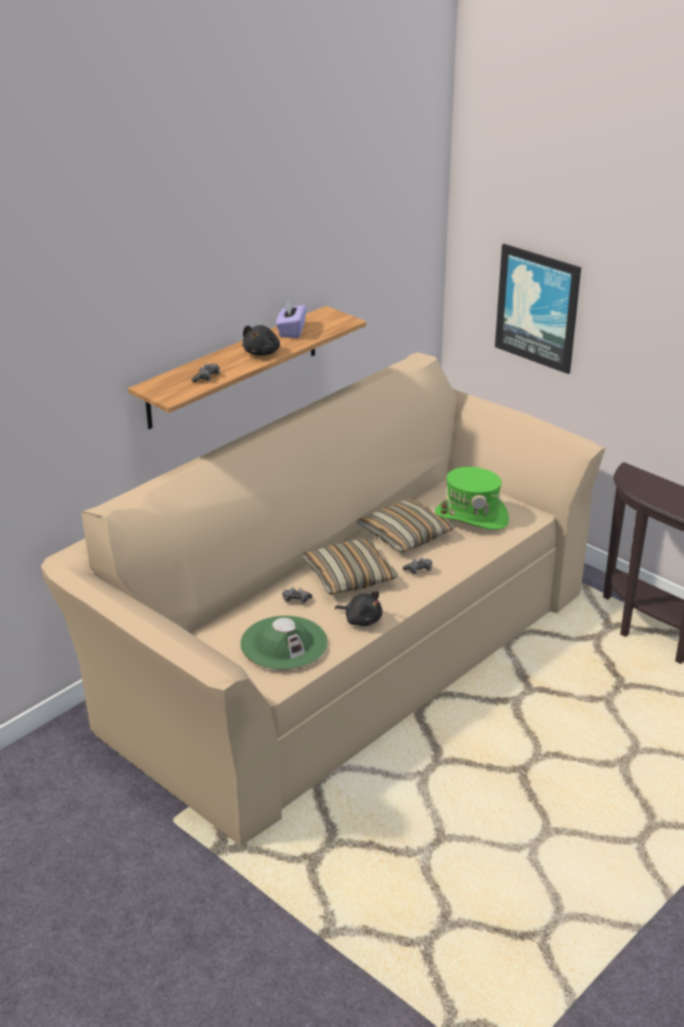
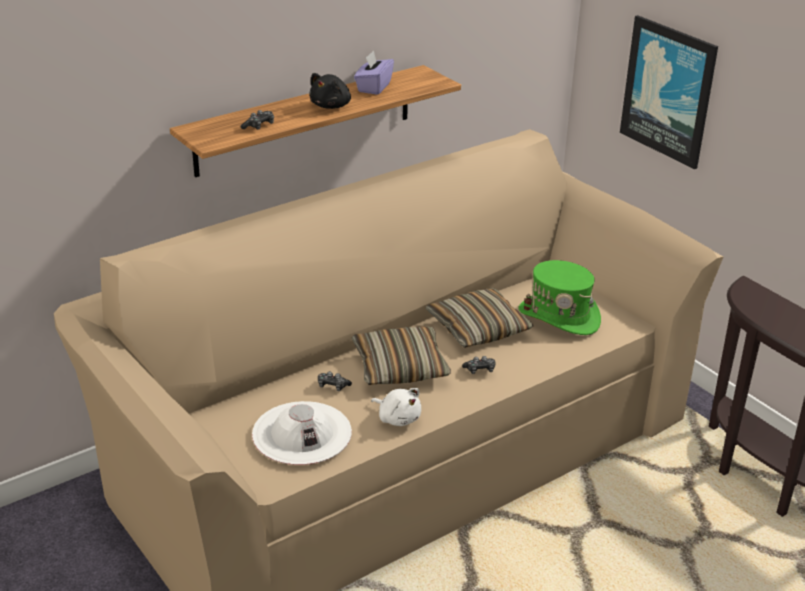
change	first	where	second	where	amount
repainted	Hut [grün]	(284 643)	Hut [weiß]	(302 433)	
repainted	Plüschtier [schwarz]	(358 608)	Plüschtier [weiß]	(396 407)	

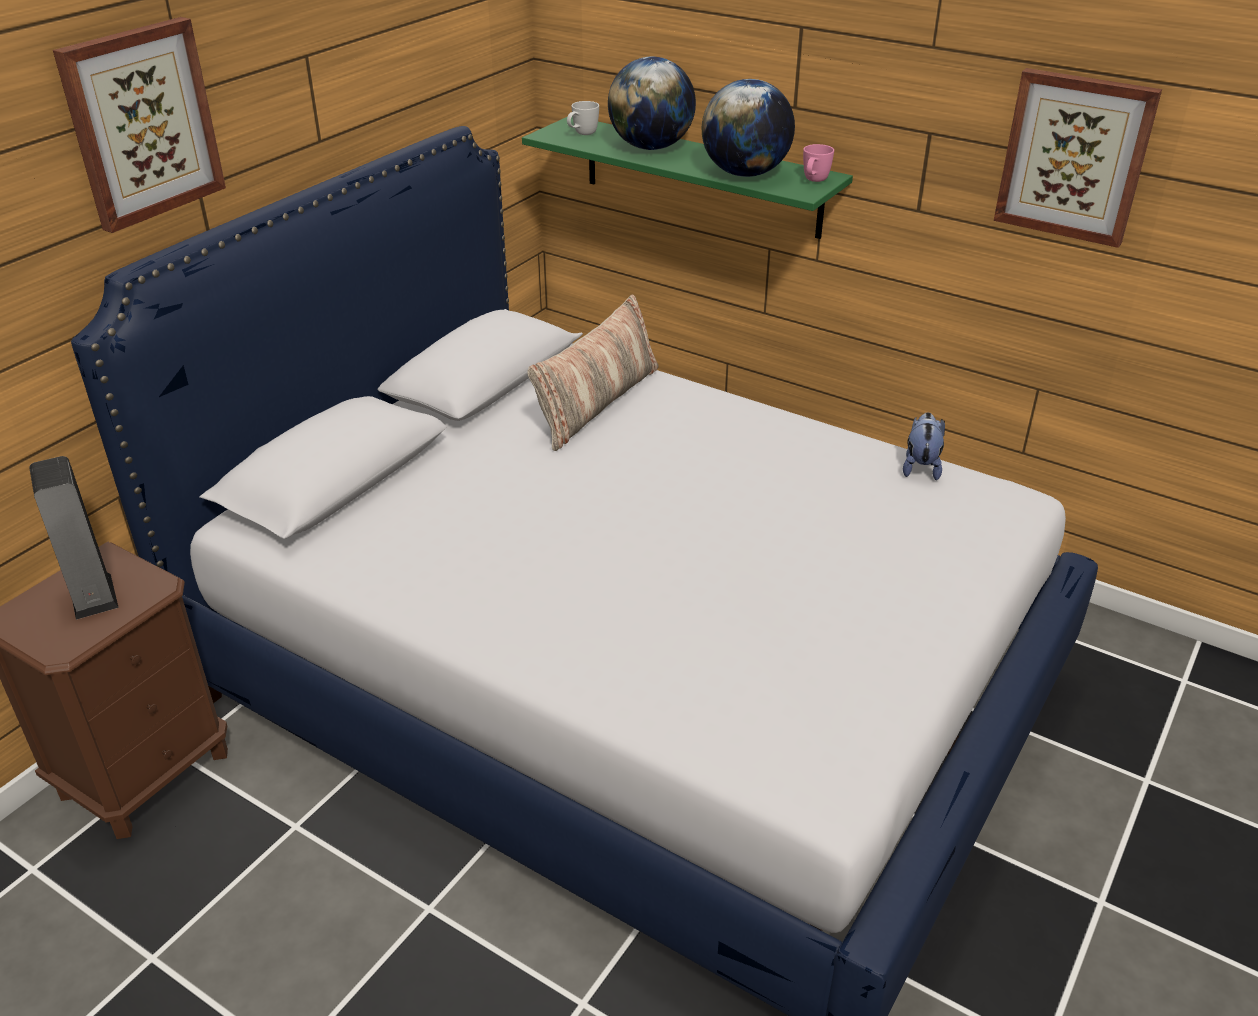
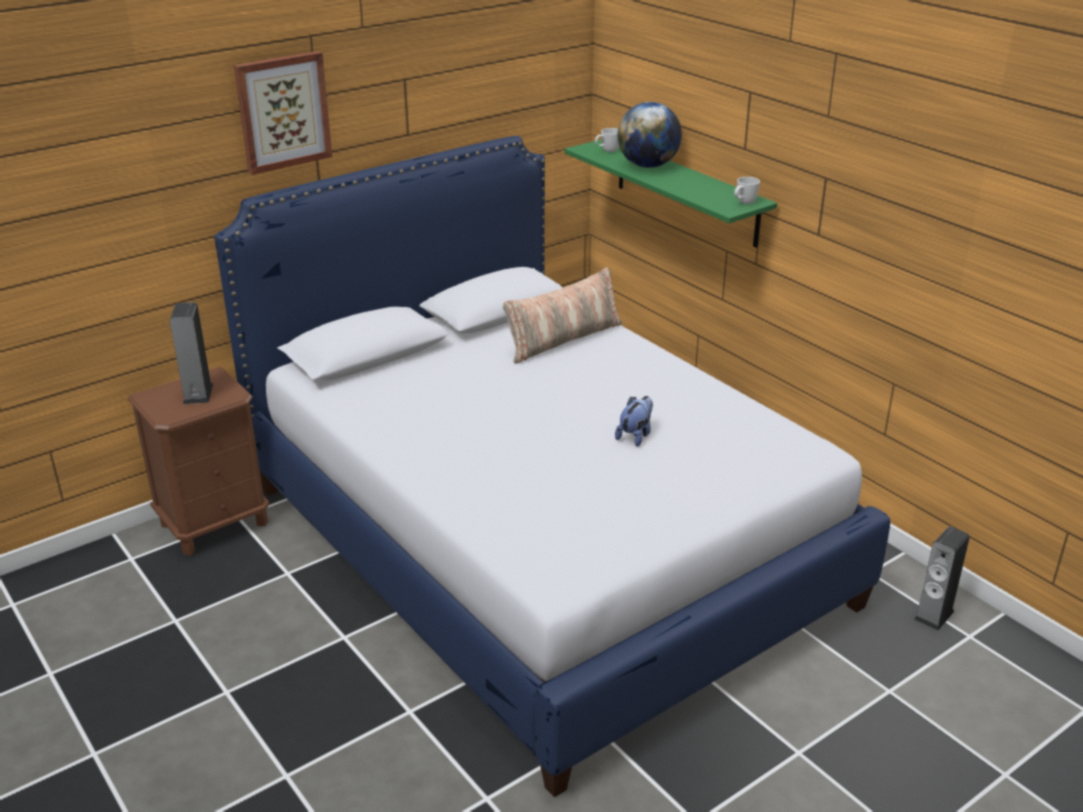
change	first	where	second	where	amount
gone	Globus	(748 128)			
gone	Bild	(1078 158)			
new			Lautsprecher	(942 578)	
shifted	Plüschtier	(924 446)		(634 421)	
repainted	Henkelbecher [rosa]	(818 163)	Henkelbecher [weiß]	(747 190)	

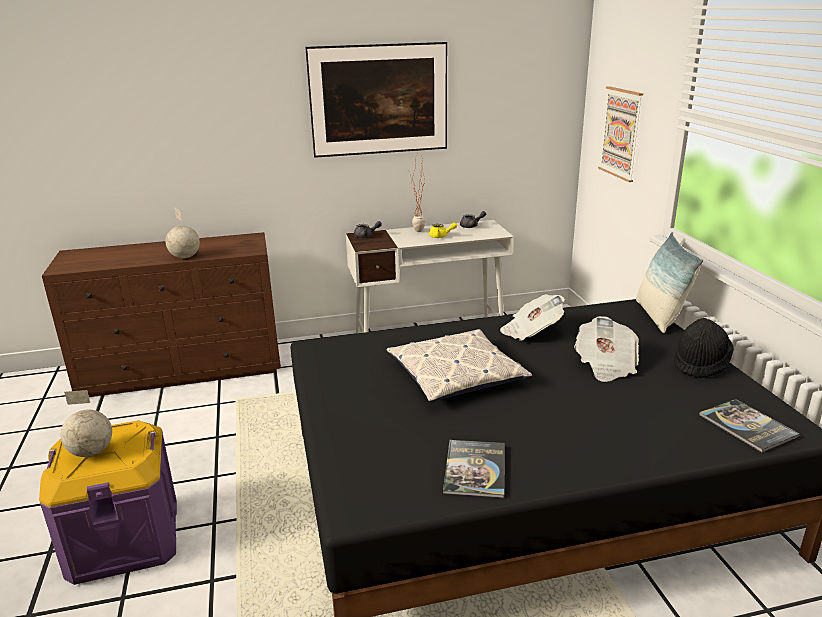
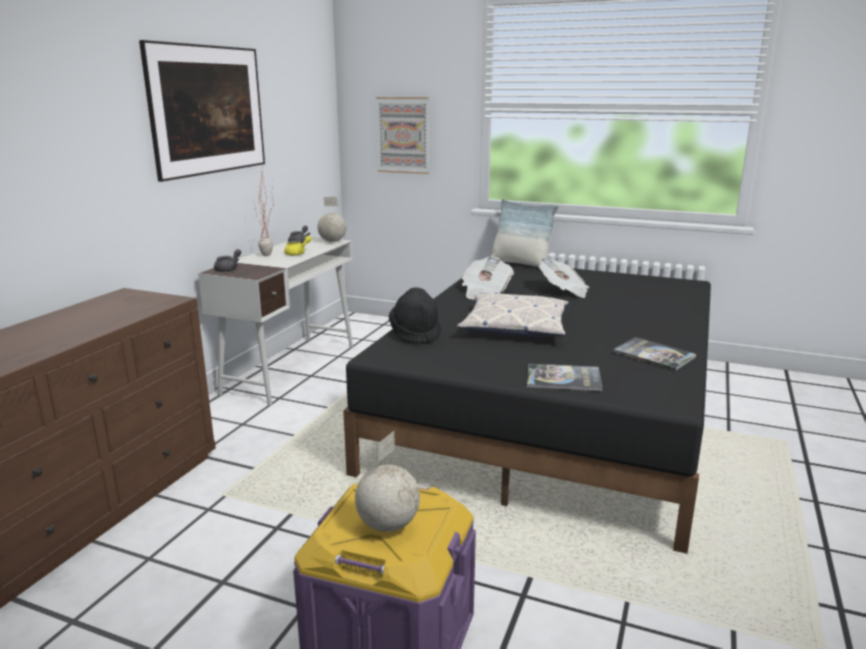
change	first	where	second	where	amount
shifted	Globus	(182 232)		(332 219)	
shifted	Hut [schwarz]	(704 348)		(415 315)	
shifted	Buch	(749 426)		(565 377)	

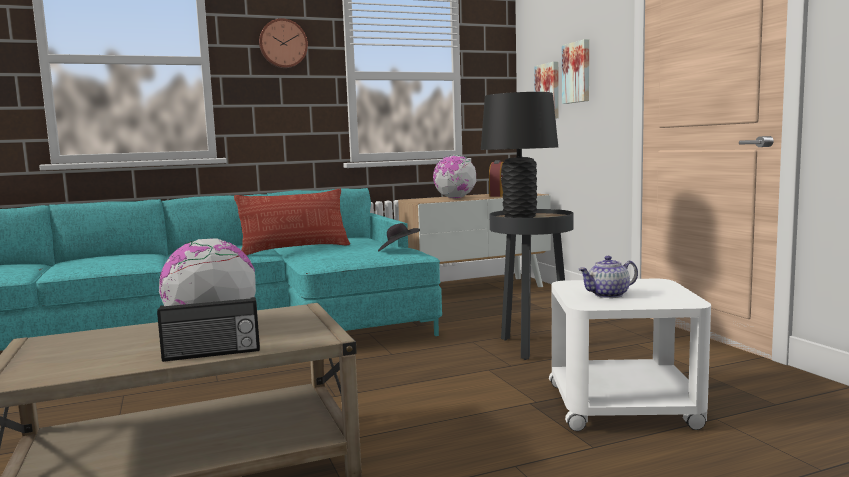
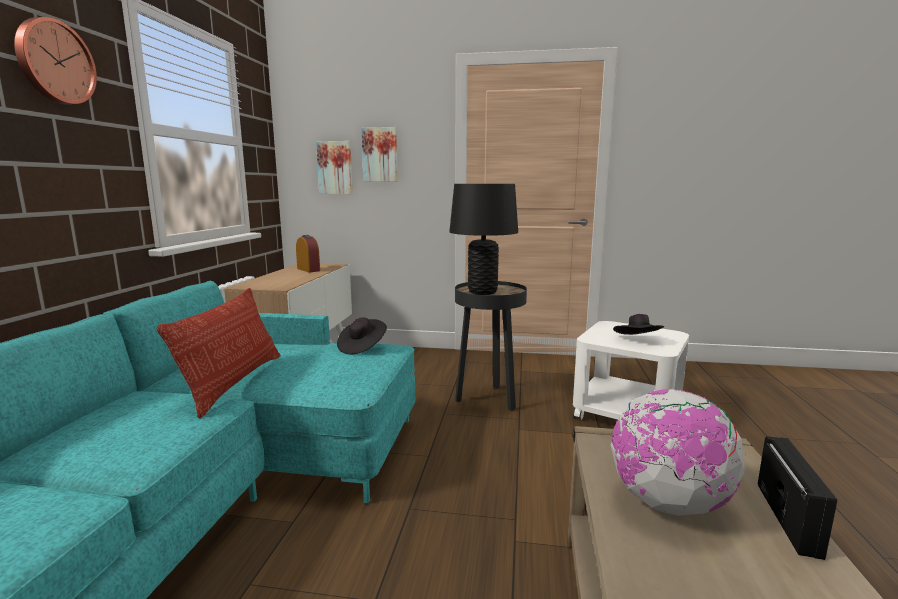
change	first	where	second	where	amount
gone	Globus	(454 176)			
swapped	Teekanne	(608 277)	Hut [schwarz]	(638 324)	

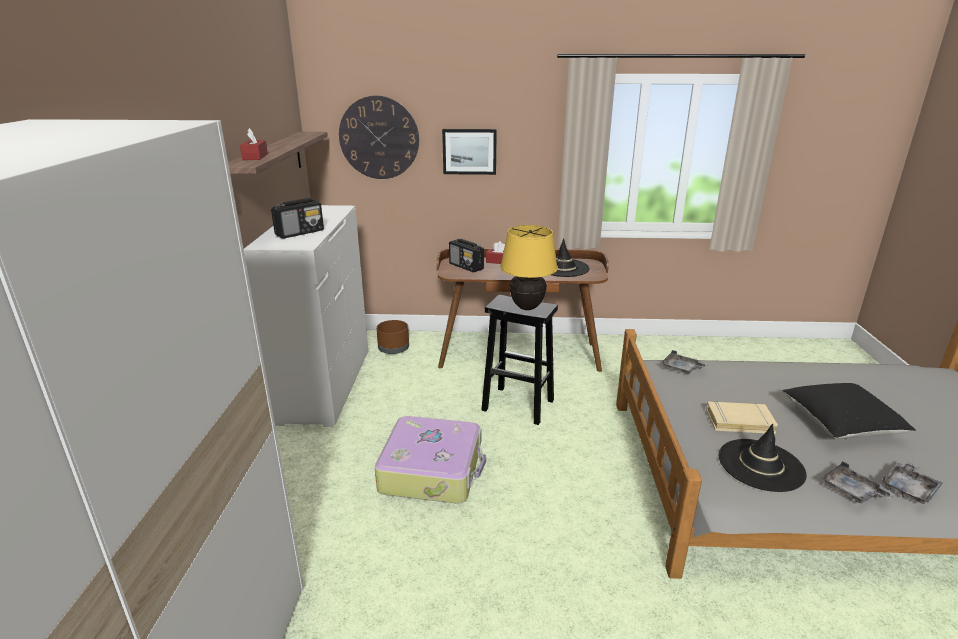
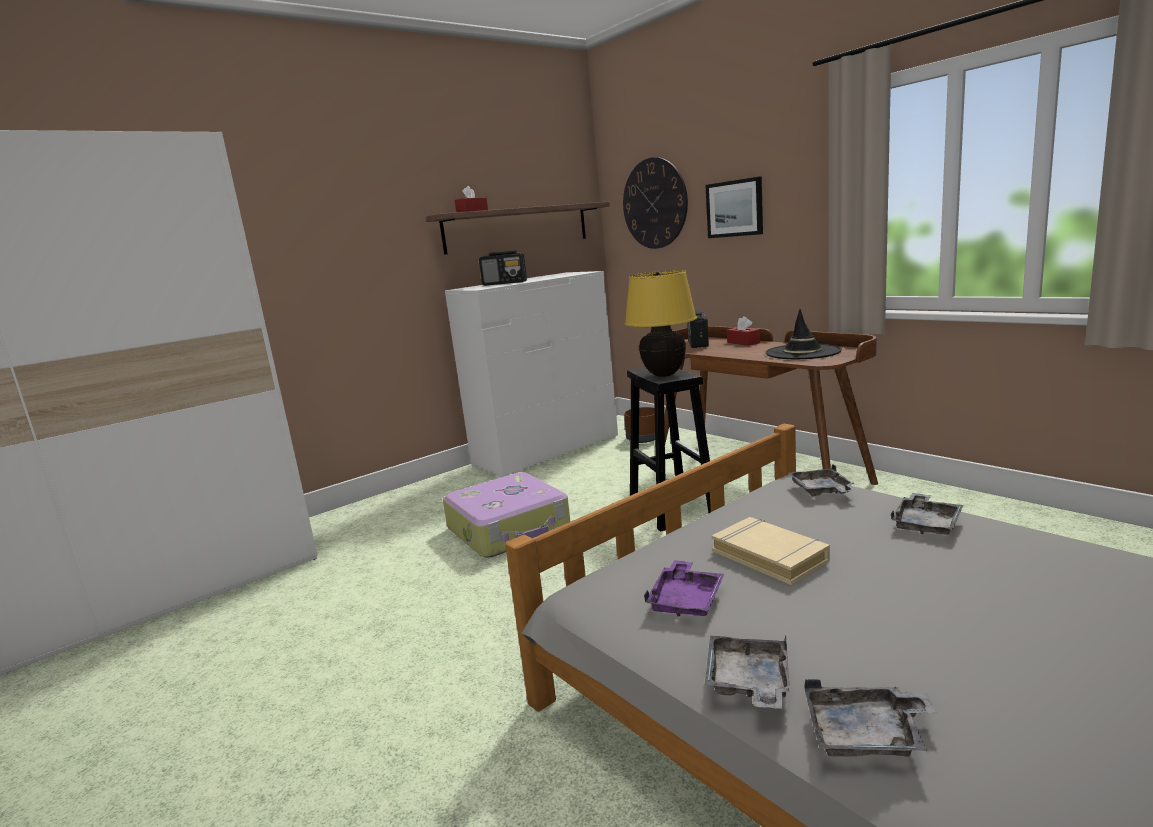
change	first	where	second	where	amount
gone	Kissen [schwarz]	(849 411)			
new			Tablett [grau]	(927 513)	
swapped	Hut [schwarz]	(763 458)	Tablett [lila]	(684 588)	

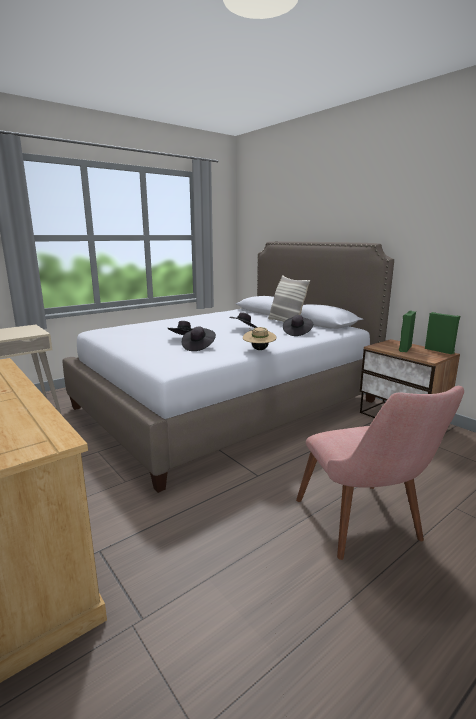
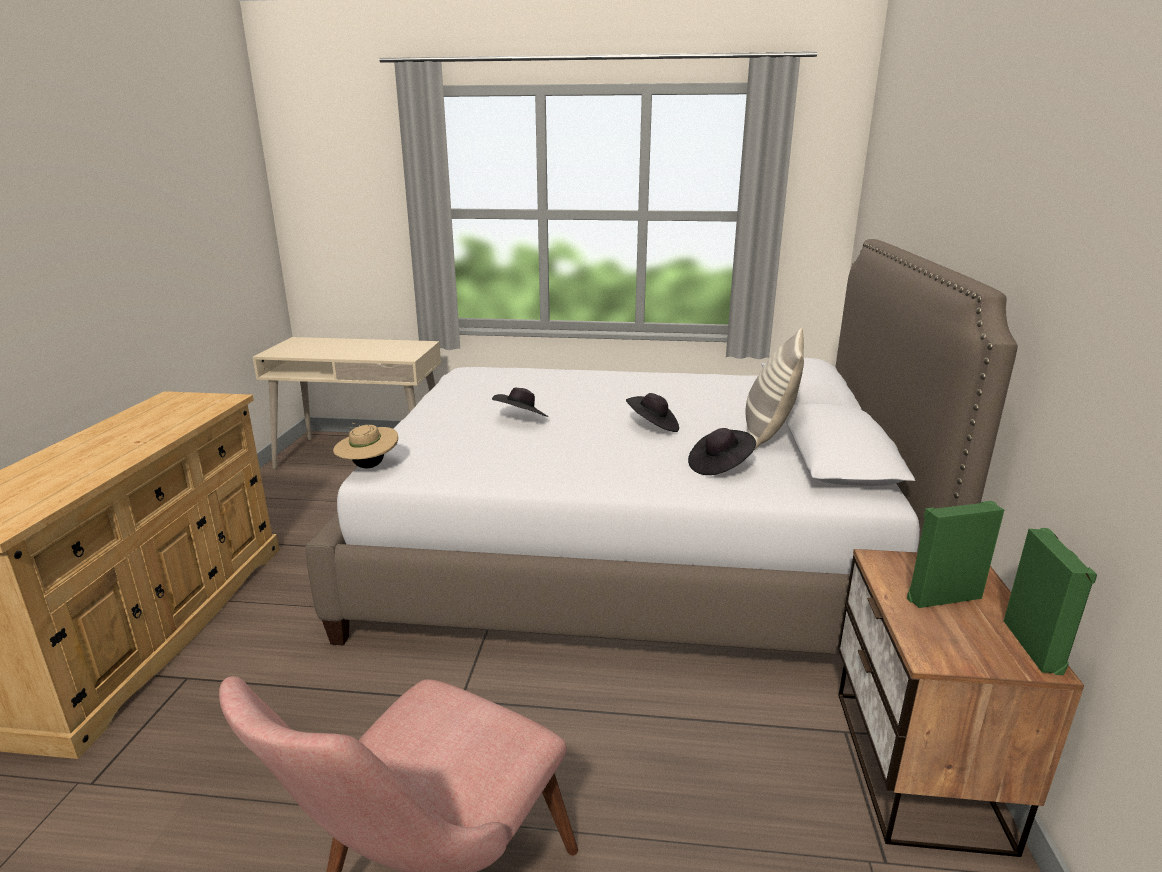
change	first	where	second	where	amount
gone	Hut [schwarz]	(199 339)			
shifted	Hut [beige]	(260 338)		(365 445)	

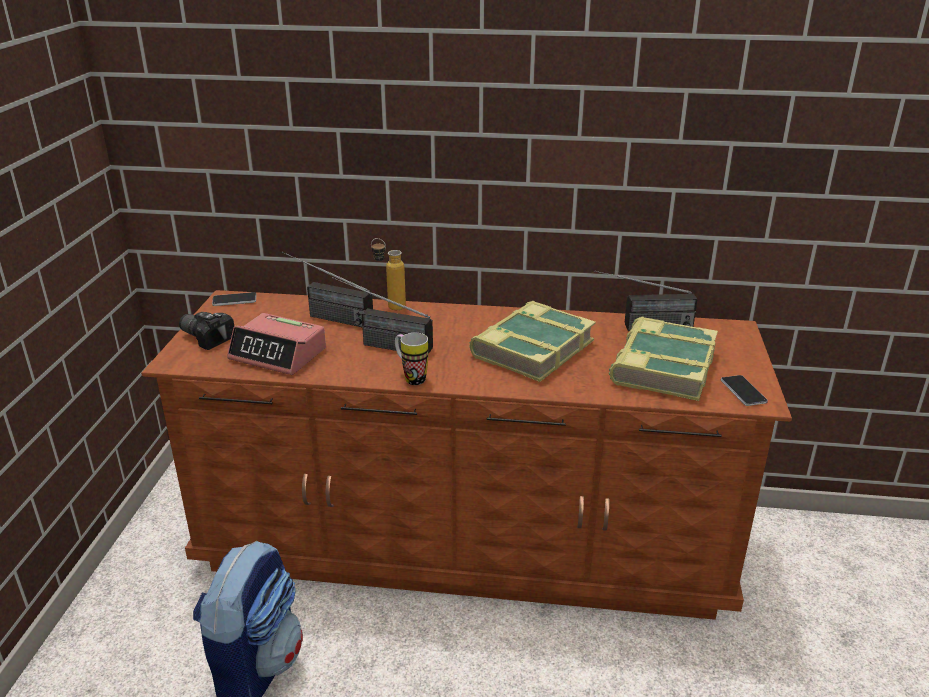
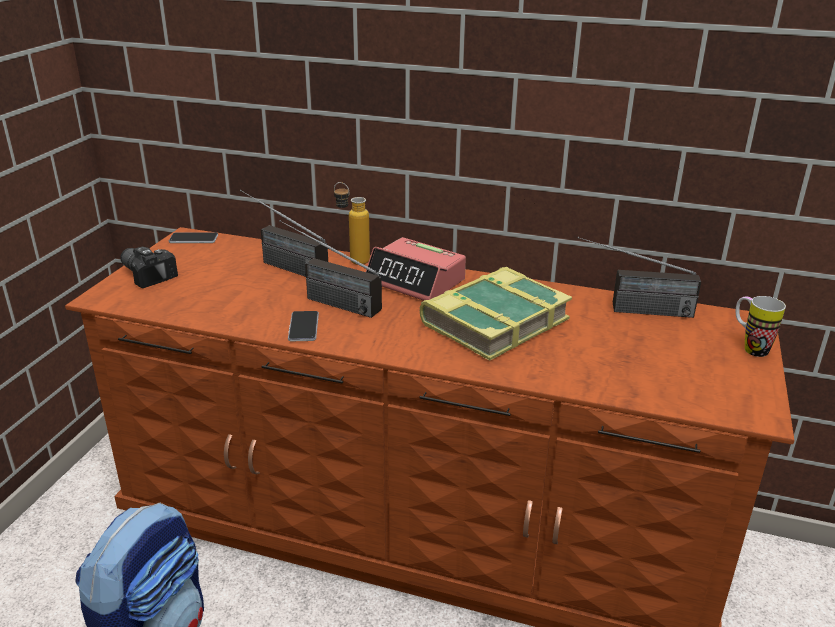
change	first	where	second	where	amount
gone	Buch	(663 359)			
shifted	Wecker	(276 344)		(416 269)	
shifted	Henkelbecher	(411 359)		(761 326)	
shifted	Handy	(744 390)		(303 326)	

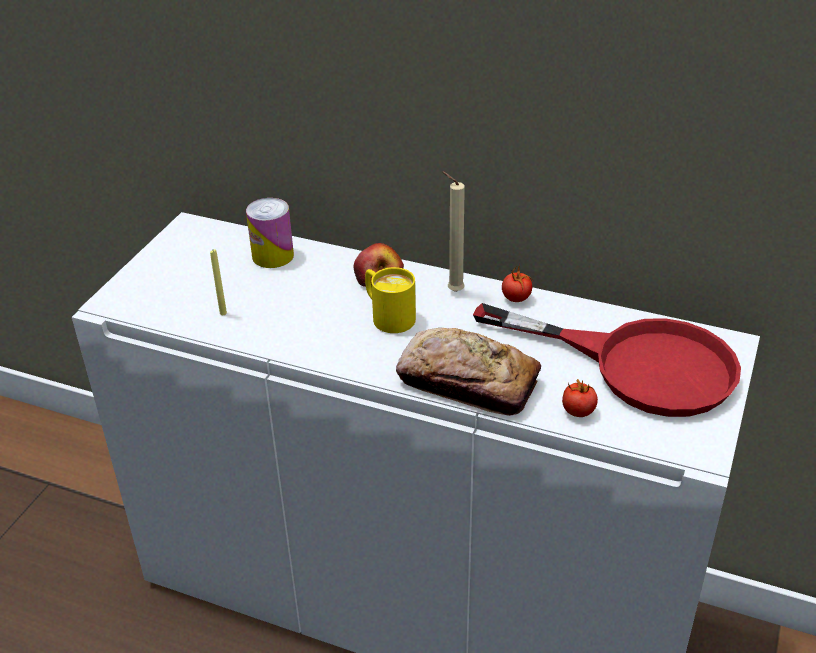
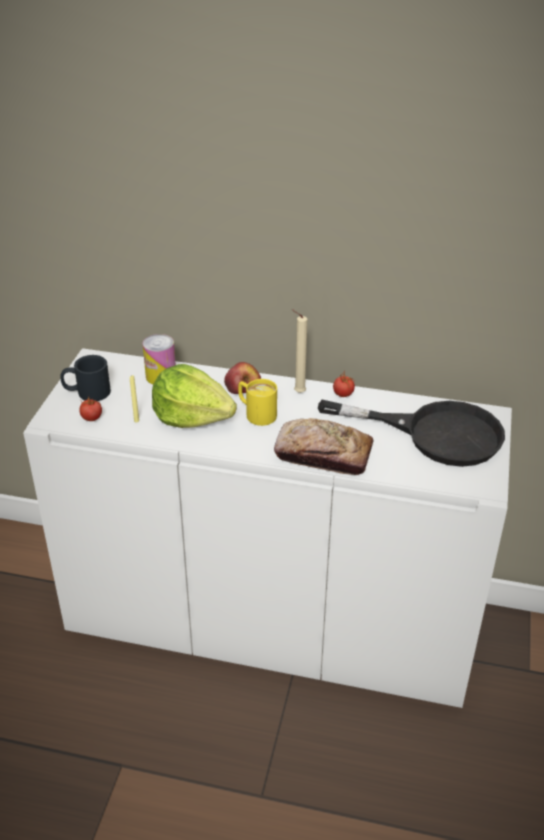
change	first	where	second	where	amount
new			Henkelbecher [schwarz]	(85 378)	
new			Salatkopf	(194 396)	
shifted	Tomate	(580 398)		(90 409)	
repainted	Pfanne [rot]	(607 360)	Pfanne [schwarz]	(411 433)	

